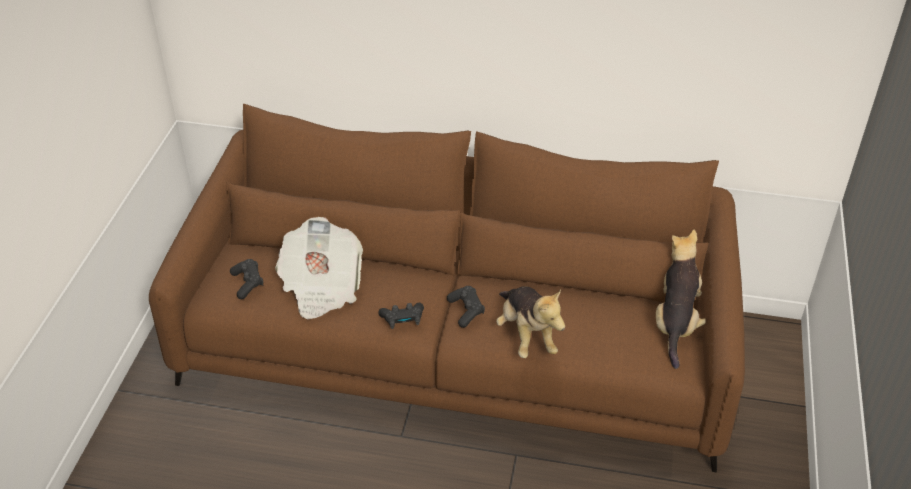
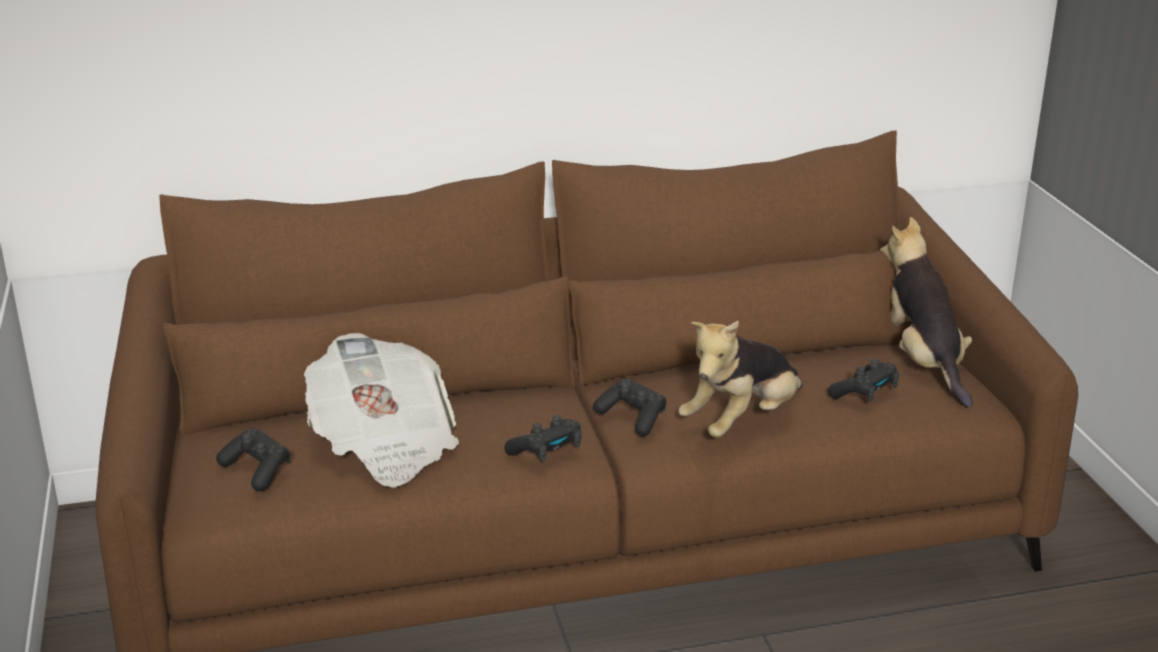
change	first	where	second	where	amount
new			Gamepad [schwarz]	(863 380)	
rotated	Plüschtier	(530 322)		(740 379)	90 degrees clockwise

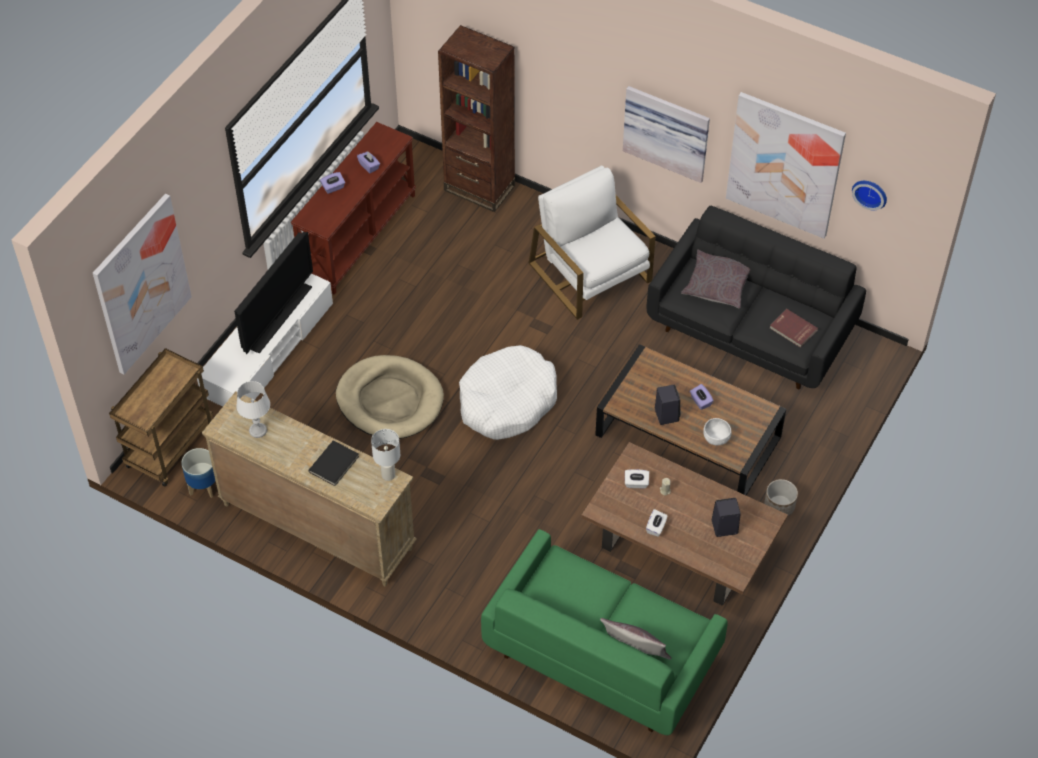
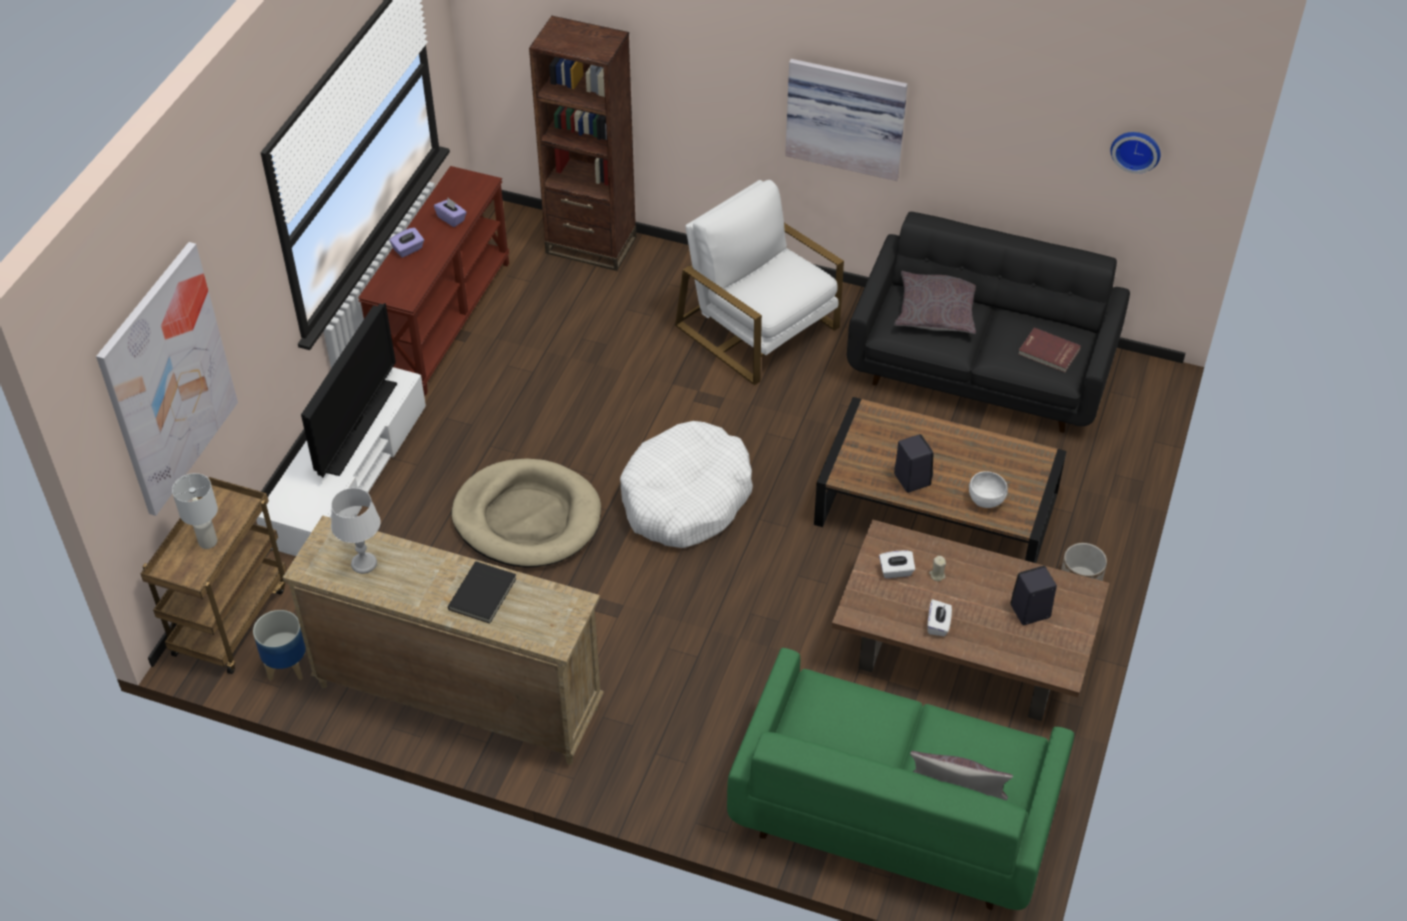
change	first	where	second	where	amount
gone	Taschentuchbox [lila]	(702 397)			
gone	Bild	(786 165)			
shifted	Tischlampe [weiß]	(385 455)		(195 511)	

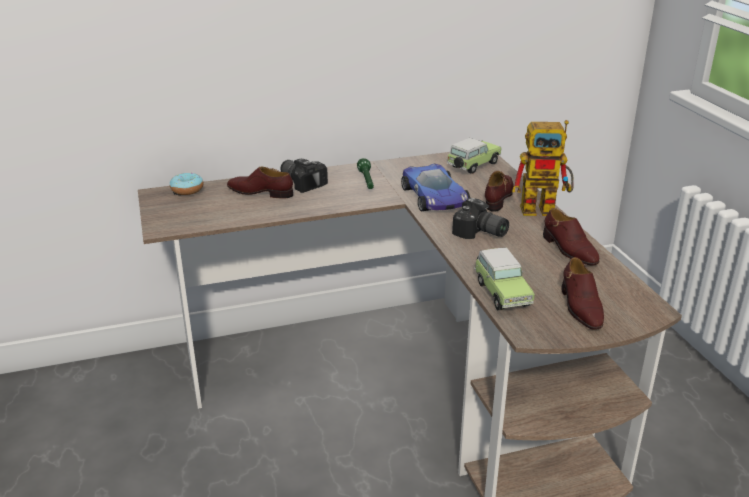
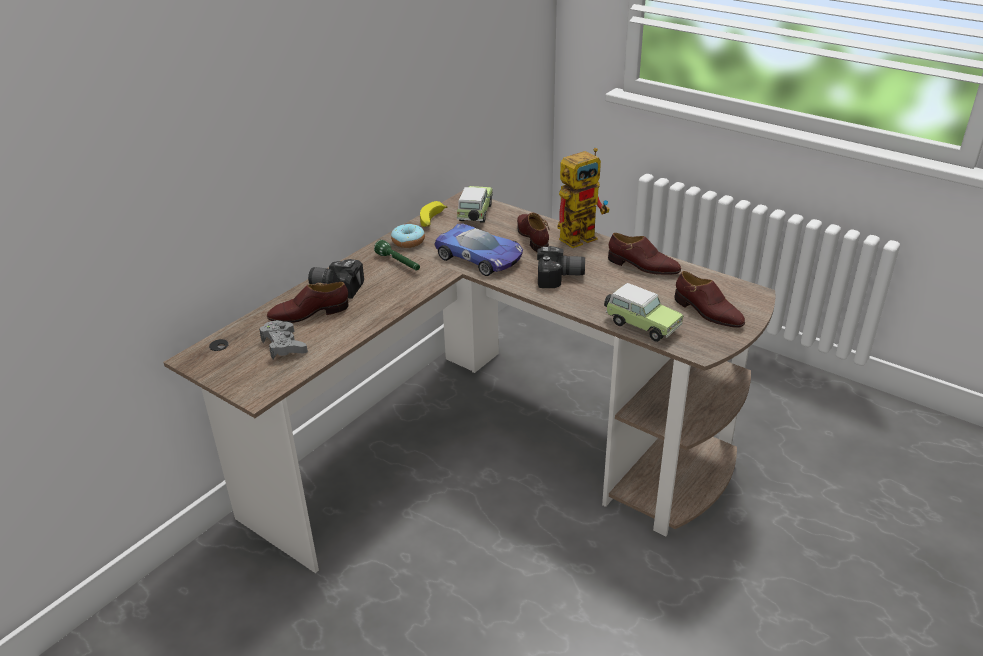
change	first	where	second	where	amount
new			Gamepad [grau]	(283 339)	
new			Banane	(433 214)	
shifted	Donut	(187 184)		(408 236)	

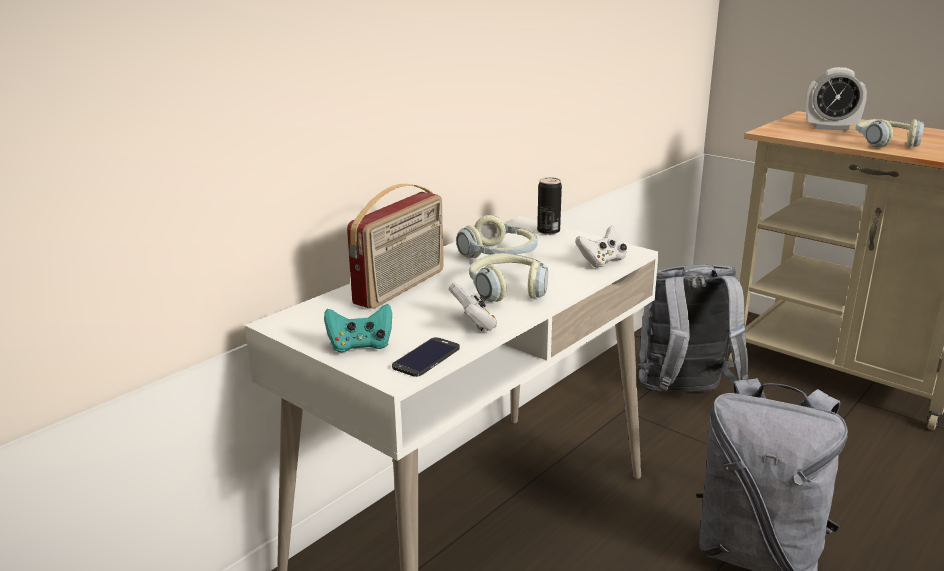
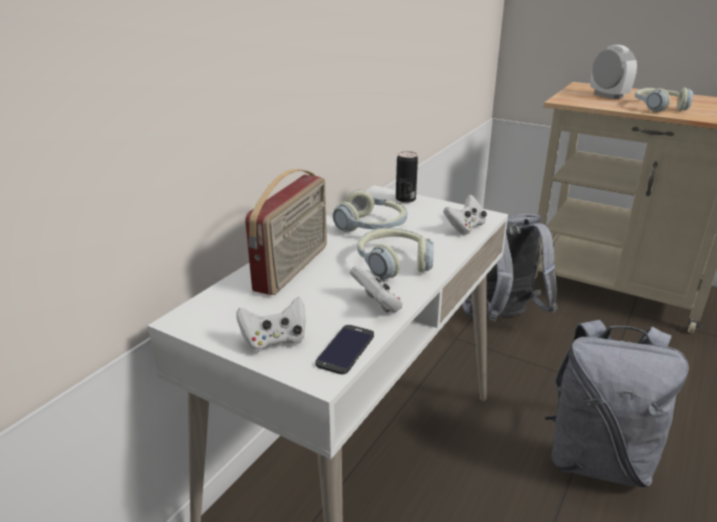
change	first	where	second	where	amount
repainted	Gamepad [türkis]	(358 328)	Gamepad [weiß]	(271 324)	
rotated	Wecker	(836 99)		(613 72)	120 degrees counterclockwise

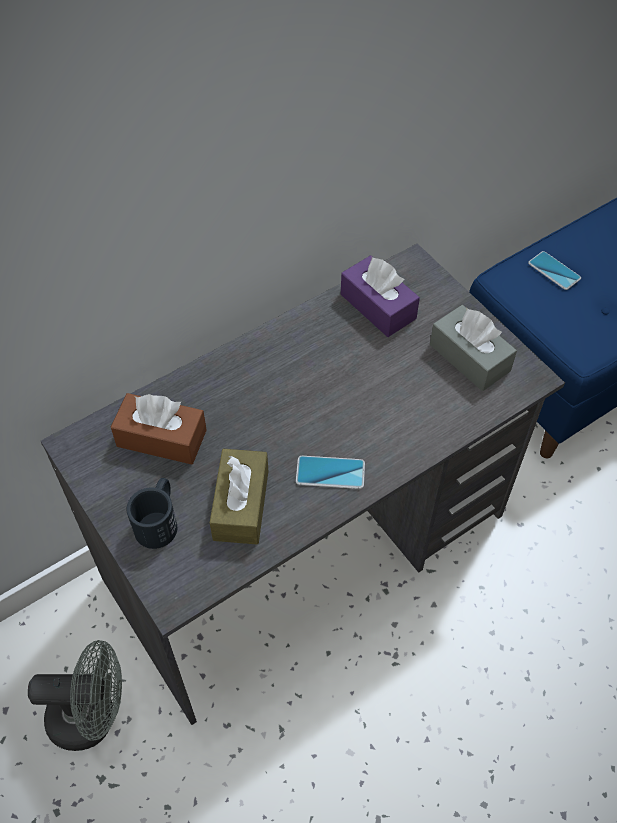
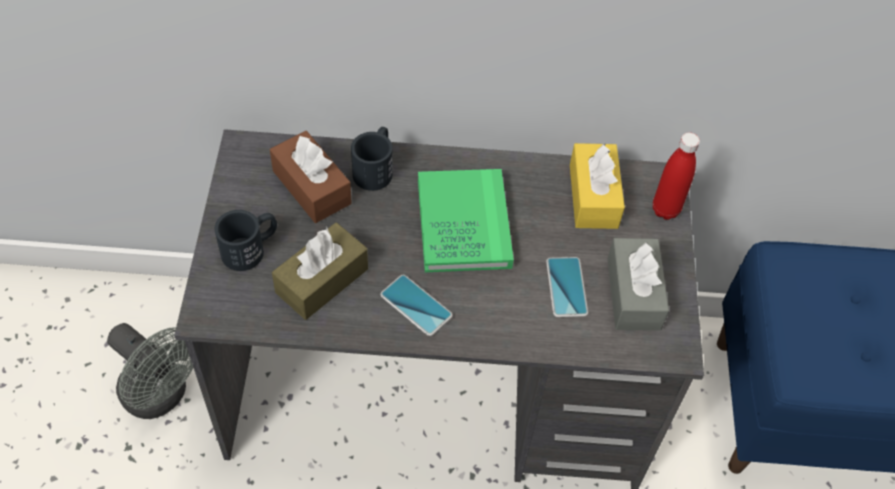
change	first	where	second	where	amount
new			Henkelbecher [schwarz]	(372 159)	
new			Buch [grün]	(466 220)	
new			Flasche [rot]	(676 176)	
shifted	Handy	(554 270)		(567 287)	
repainted	Taschentuchbox [lila]	(380 296)	Taschentuchbox [gelb]	(597 186)	

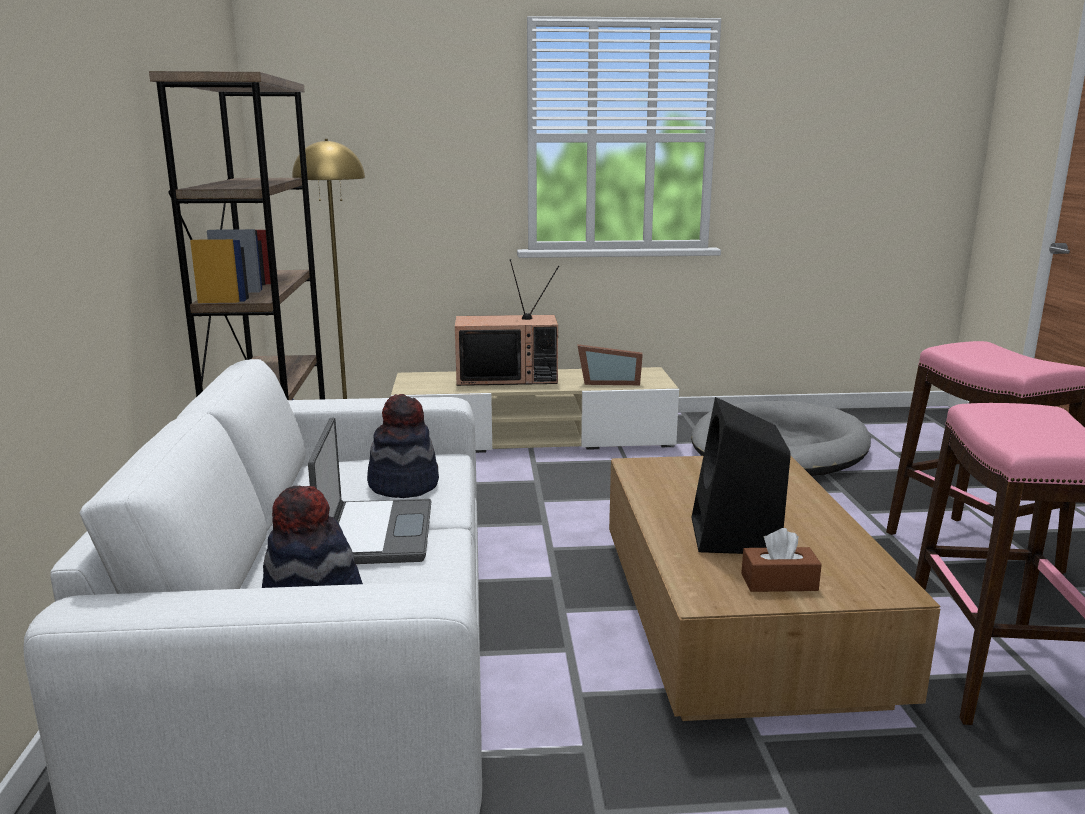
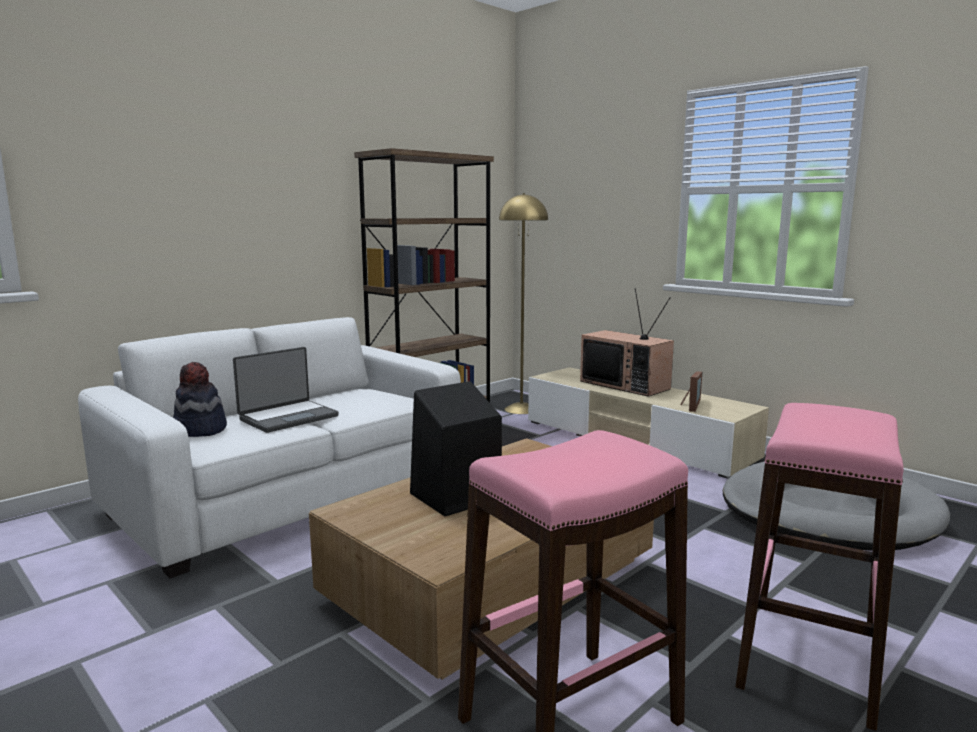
change	first	where	second	where	amount
gone	Hut	(403 446)			
gone	Taschentuchbox [braun]	(781 560)			
rotated	Bilderrahmen	(610 364)		(691 391)	120 degrees counterclockwise

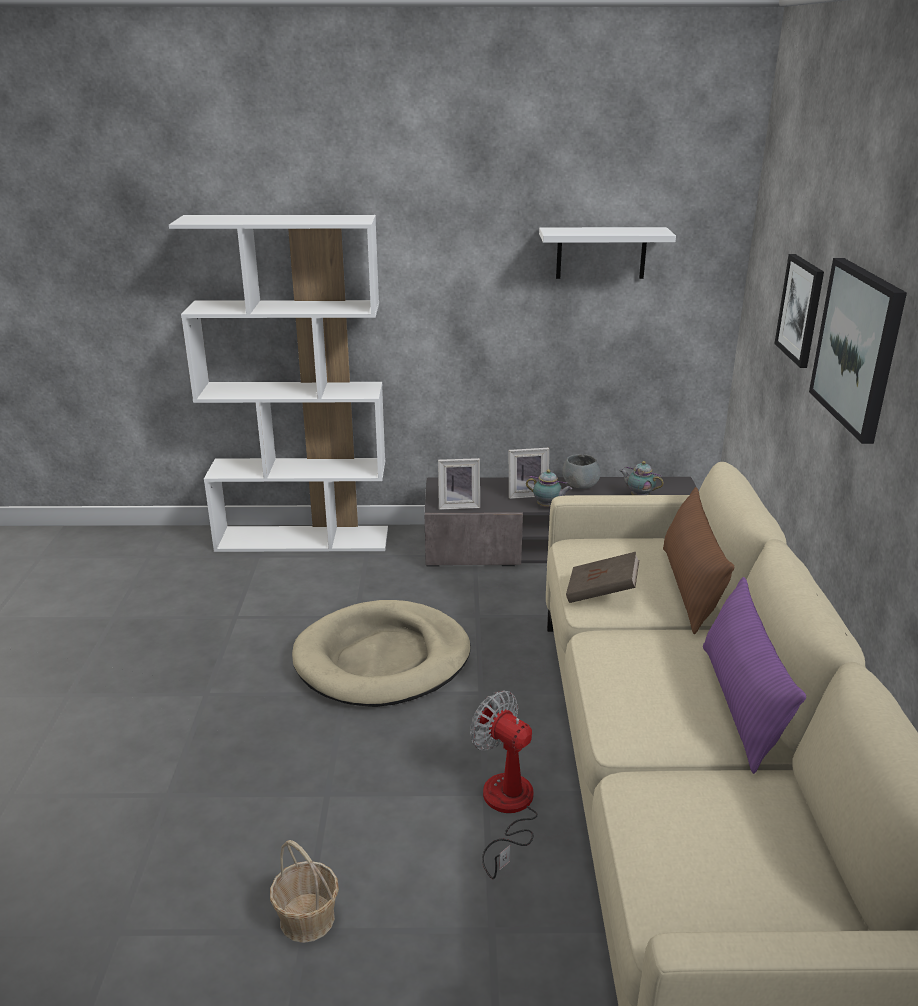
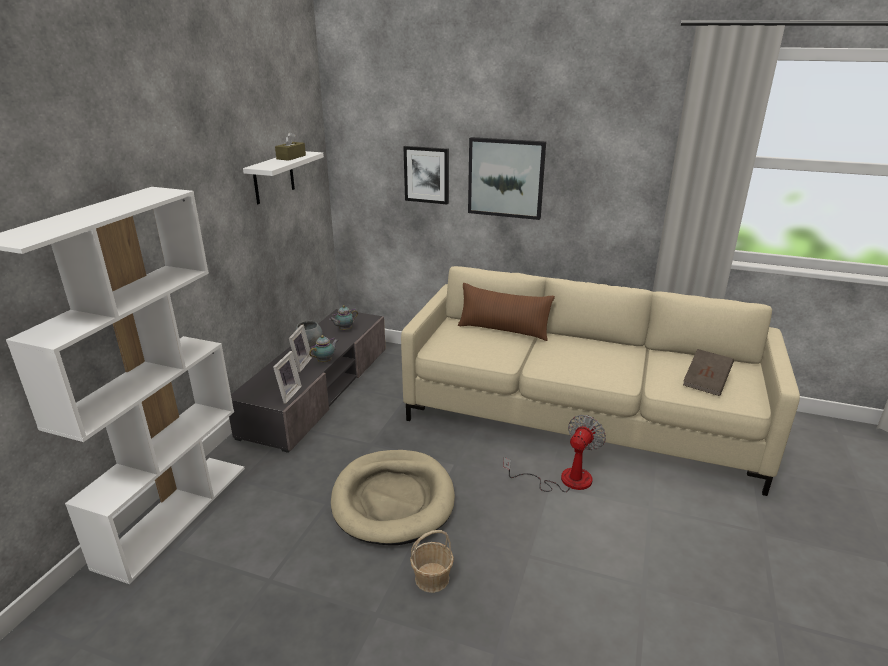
change	first	where	second	where	amount
gone	Kissen [lila]	(754 675)			
new			Taschentuchbox [braun]	(290 146)	
shifted	Korb	(304 891)		(432 561)	
shifted	Buch [braun]	(602 577)		(708 372)	
rotated	Ventilator	(504 784)		(554 453)	150 degrees clockwise

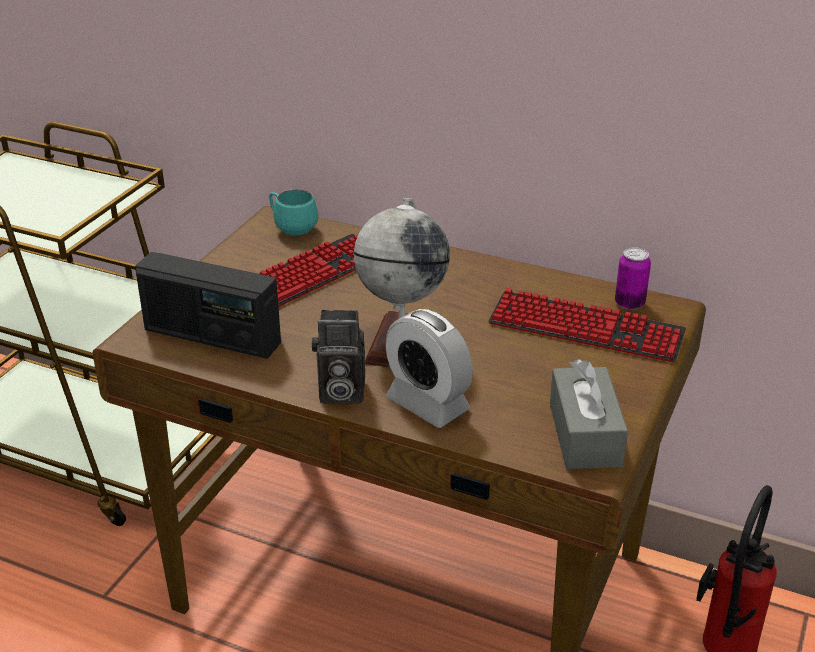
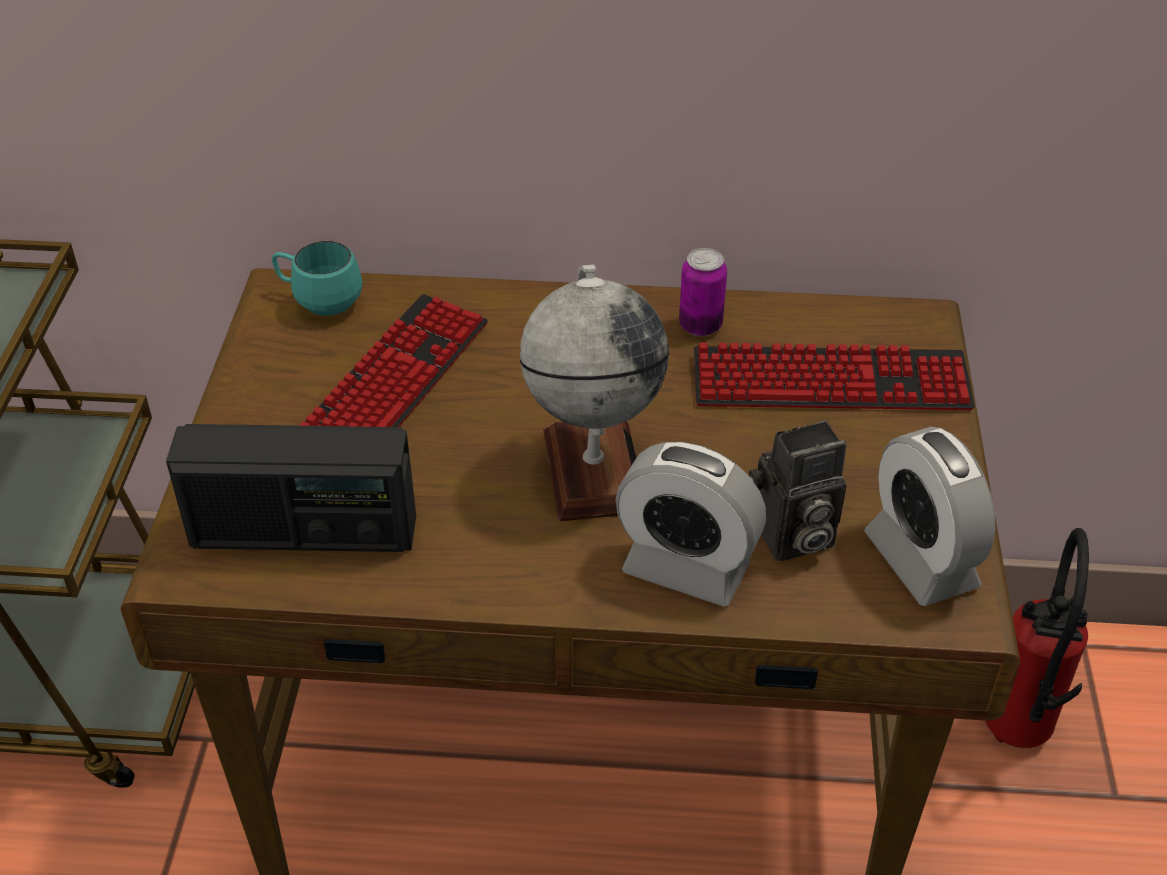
change	first	where	second	where	amount
shifted	Kamera	(338 357)		(797 490)	
shifted	Dose	(633 278)		(703 292)	
swapped	Taschentuchbox [grau]	(589 414)	Wecker	(929 516)	

